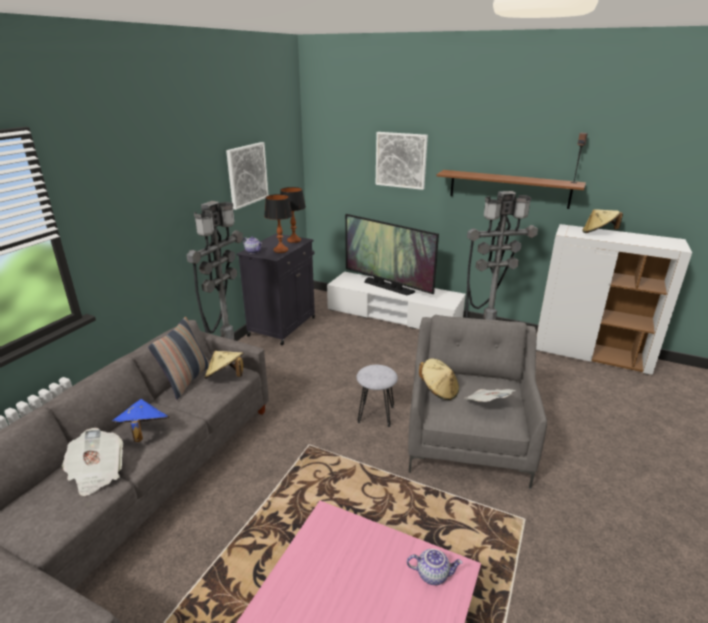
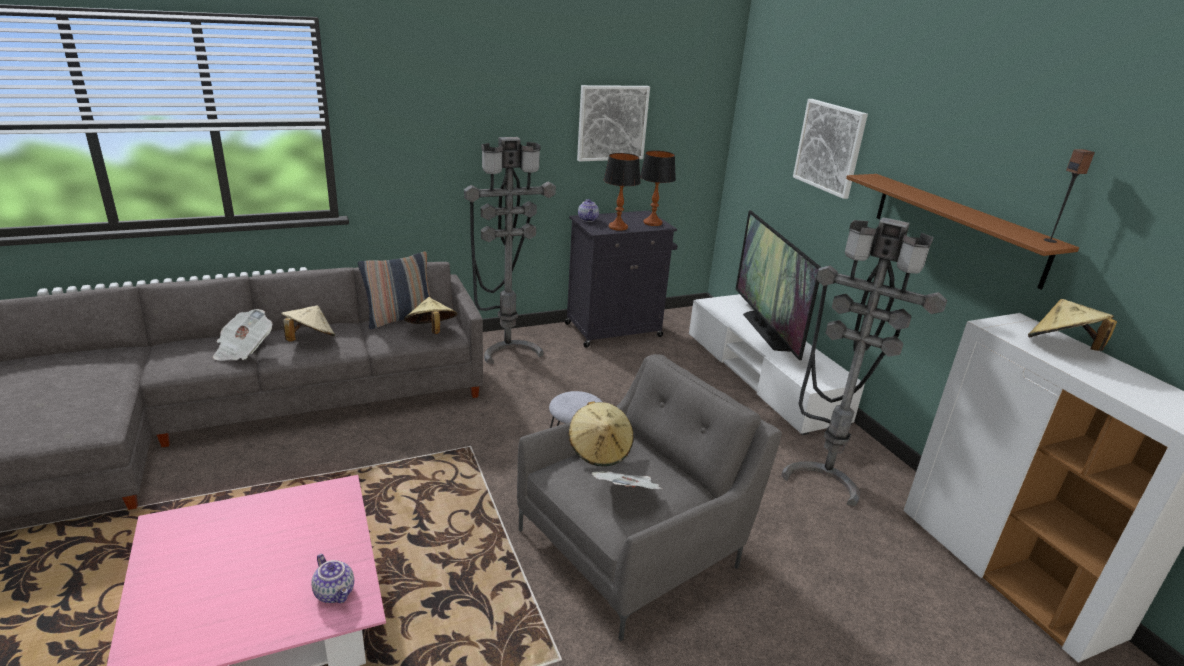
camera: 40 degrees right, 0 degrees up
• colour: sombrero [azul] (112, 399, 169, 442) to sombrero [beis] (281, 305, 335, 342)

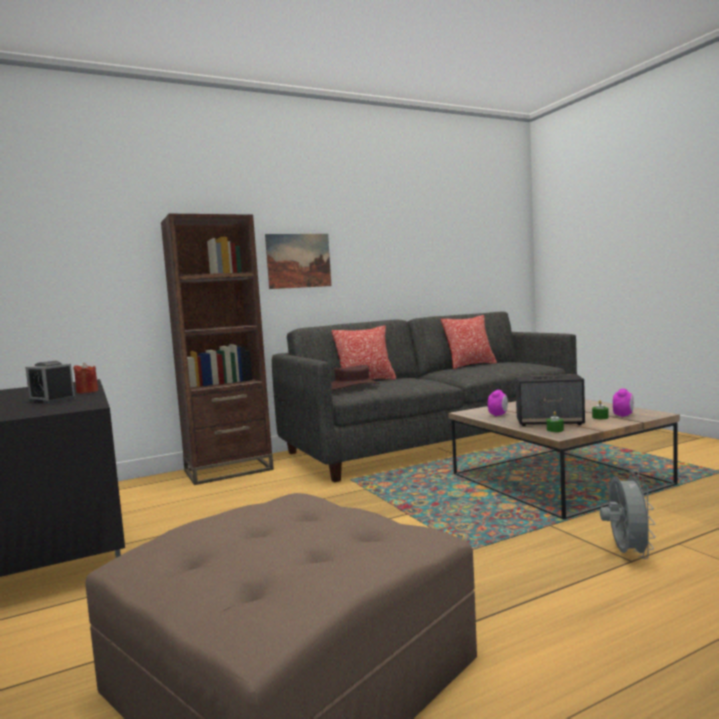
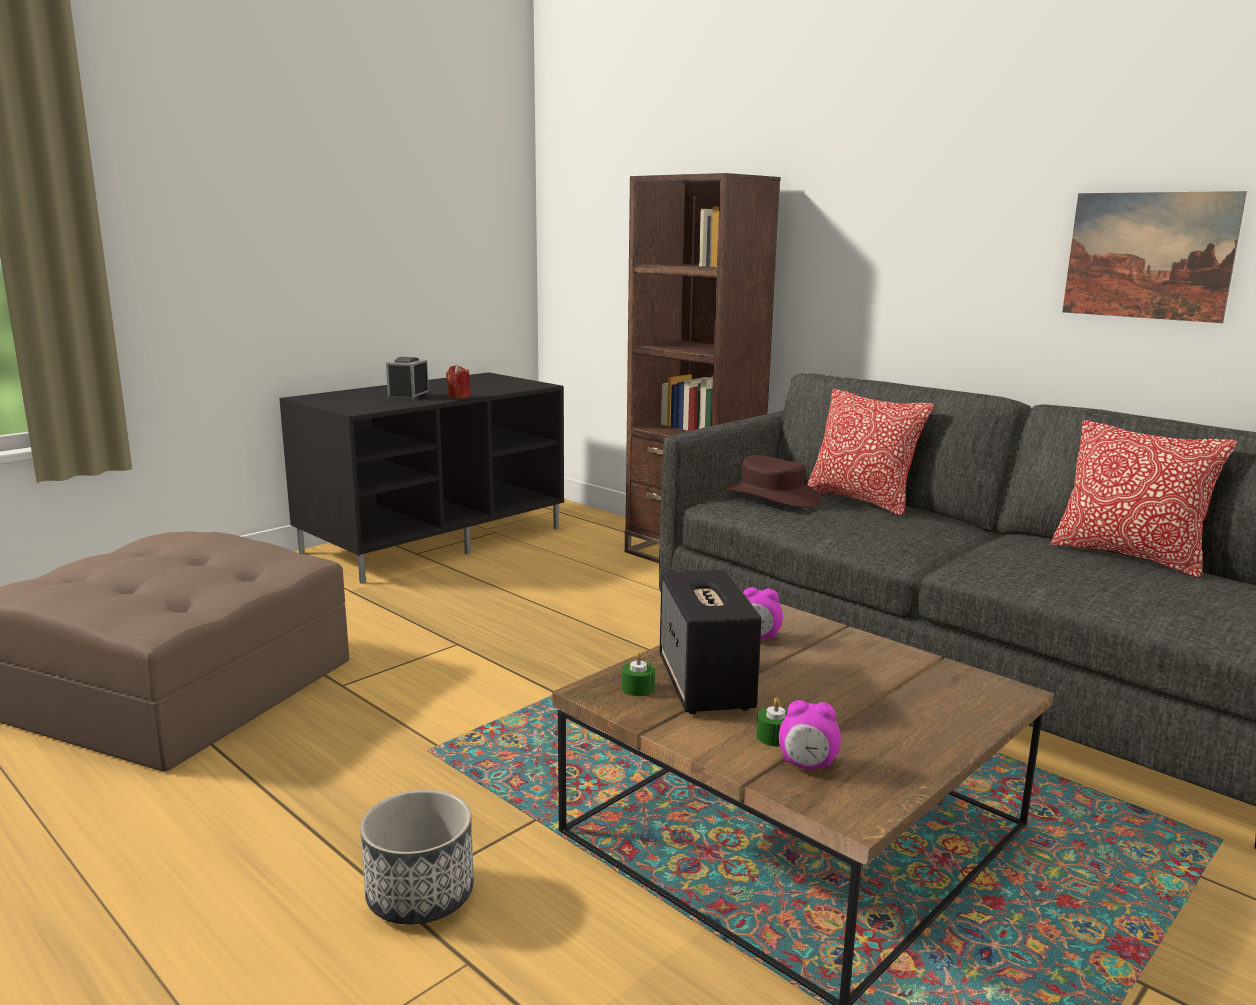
camera: 70 degrees right, 10 degrees up
• relocated: cuadro (265, 234, 332, 289) to (1062, 191, 1247, 323)
• exchanged: ventilador [gris] (600, 471, 656, 559) to maceta (360, 790, 474, 924)

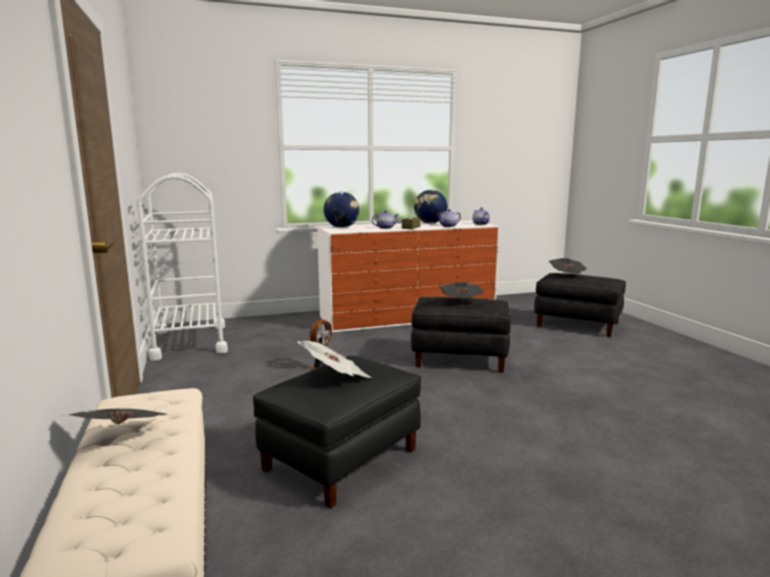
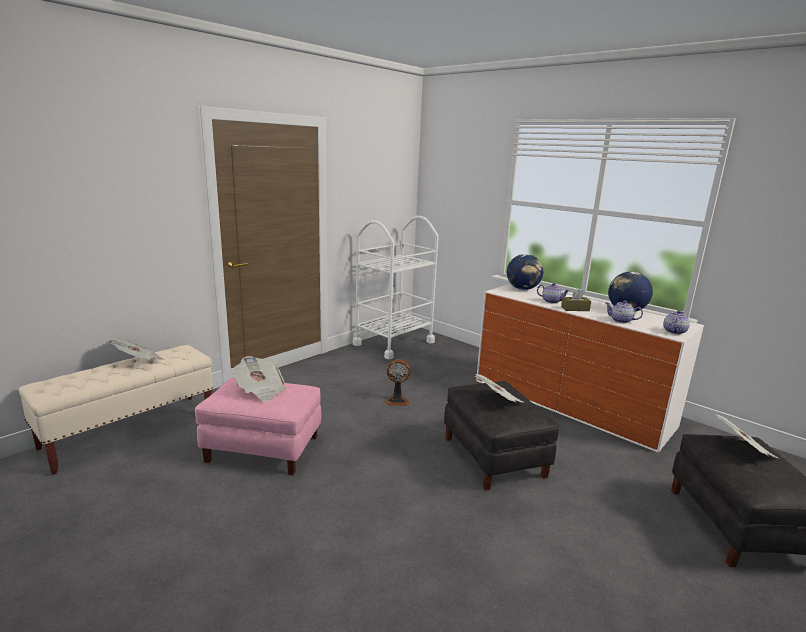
camera: 60 degrees right, 5 degrees up
• colour: puf [negro] (253, 356, 421, 508) to puf [rosa] (195, 377, 321, 475)

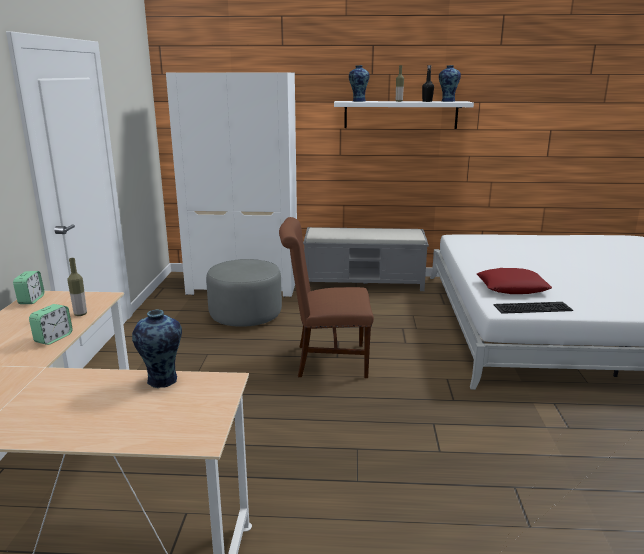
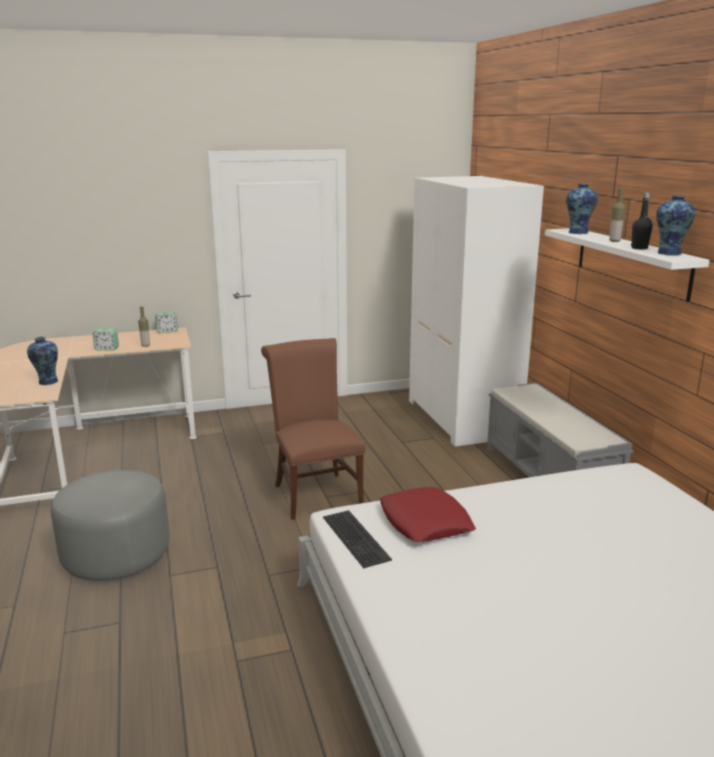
camera: 70 degrees right, 0 degrees up
• relocated: puf [gris] (206, 259, 282, 327) to (51, 469, 170, 581)

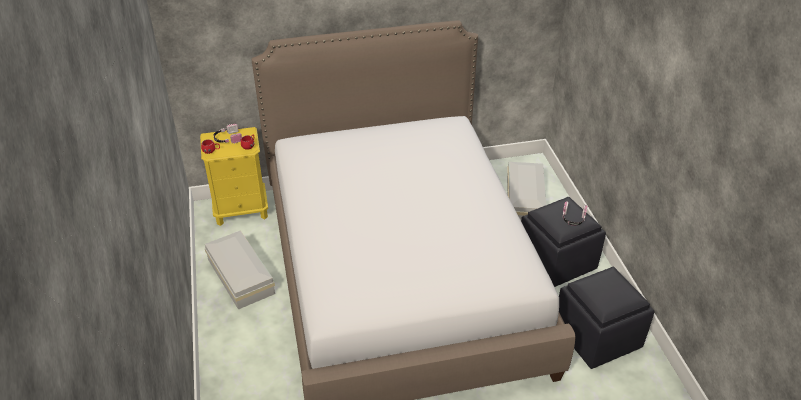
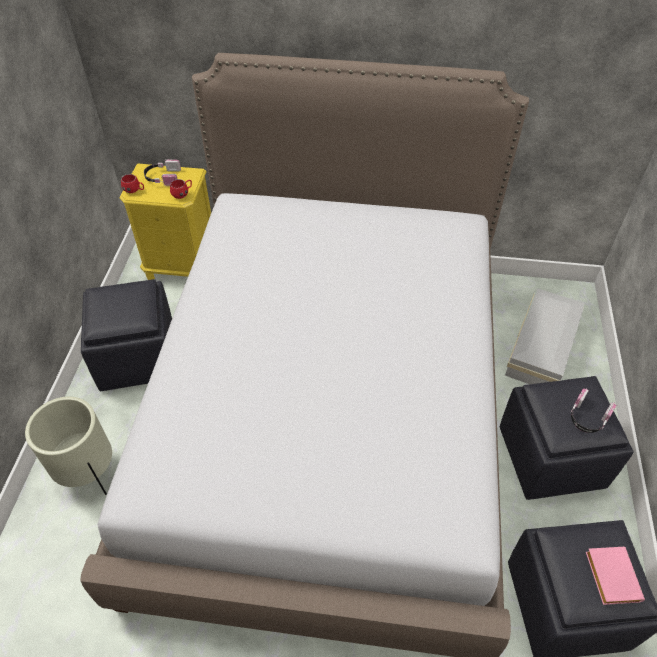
camera: 20 degrees right, 10 degrees up
• appeared: maceta [beis] (25, 397, 112, 495)
• appeared: libro [rosa] (586, 547, 645, 605)
• exchanged: caja de almacenaje [blanco] (205, 230, 275, 310) to puf [negro] (81, 279, 172, 391)

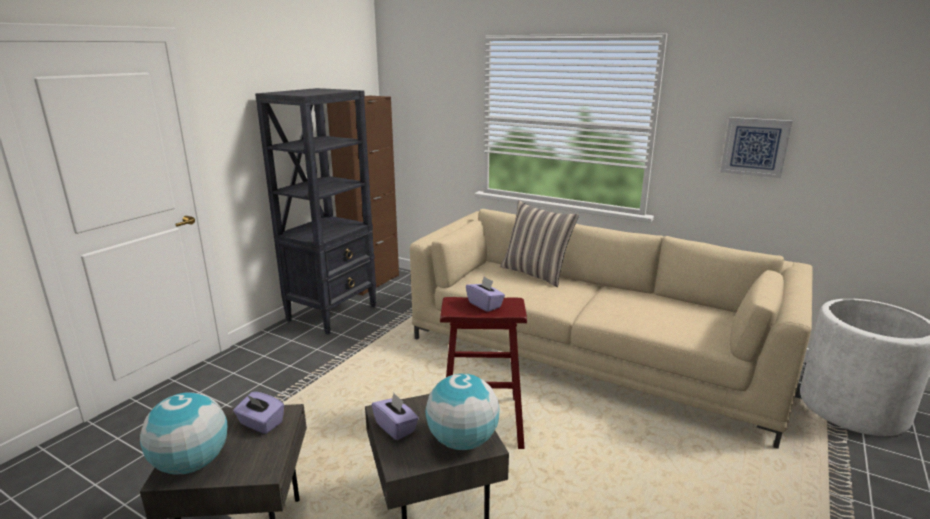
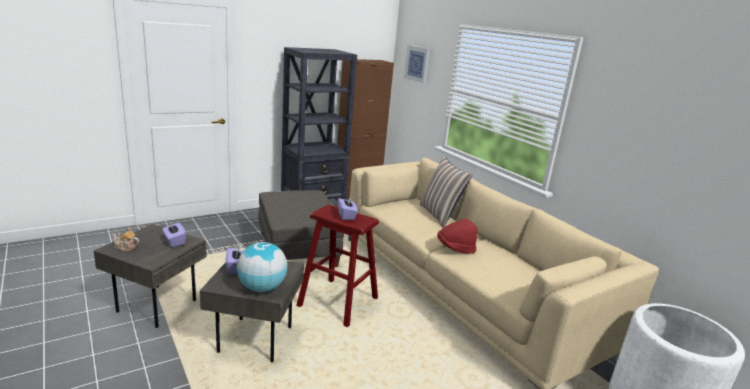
camera: 25 degrees right, 0 degrees up
• appeared: puf [gris] (259, 190, 344, 267)
• appeared: sombrero [rojo] (437, 219, 477, 254)
• relocated: cuadro (720, 117, 792, 178) to (404, 45, 430, 83)
• exchanged: globo terráqueo (140, 392, 227, 474) to tetera (112, 227, 139, 251)

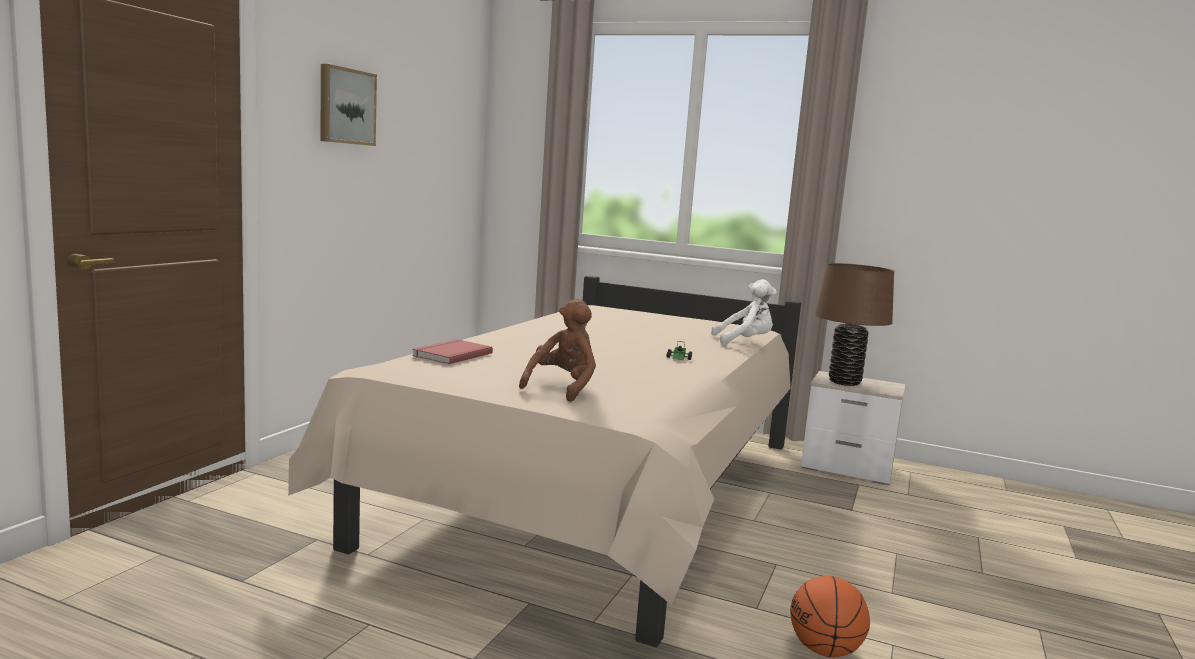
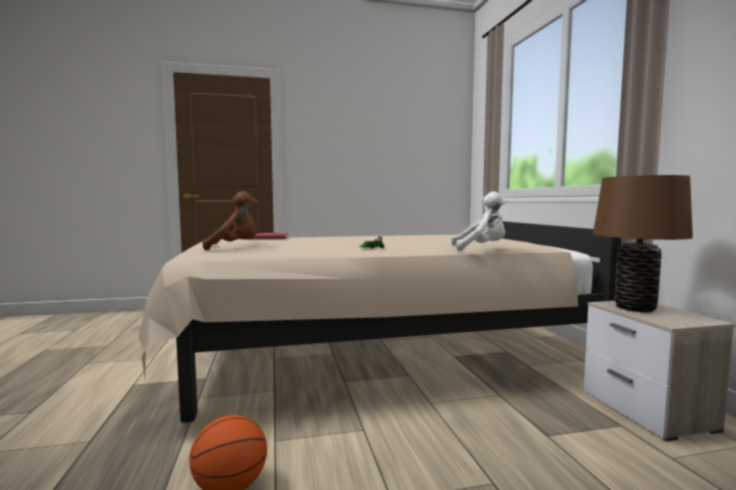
camera: 55 degrees right, 5 degrees down
• missing: cuadro (320, 64, 377, 146)
• spun: peluche [blanco] (711, 279, 777, 346) = (451, 191, 507, 251) 45 degrees counterclockwise

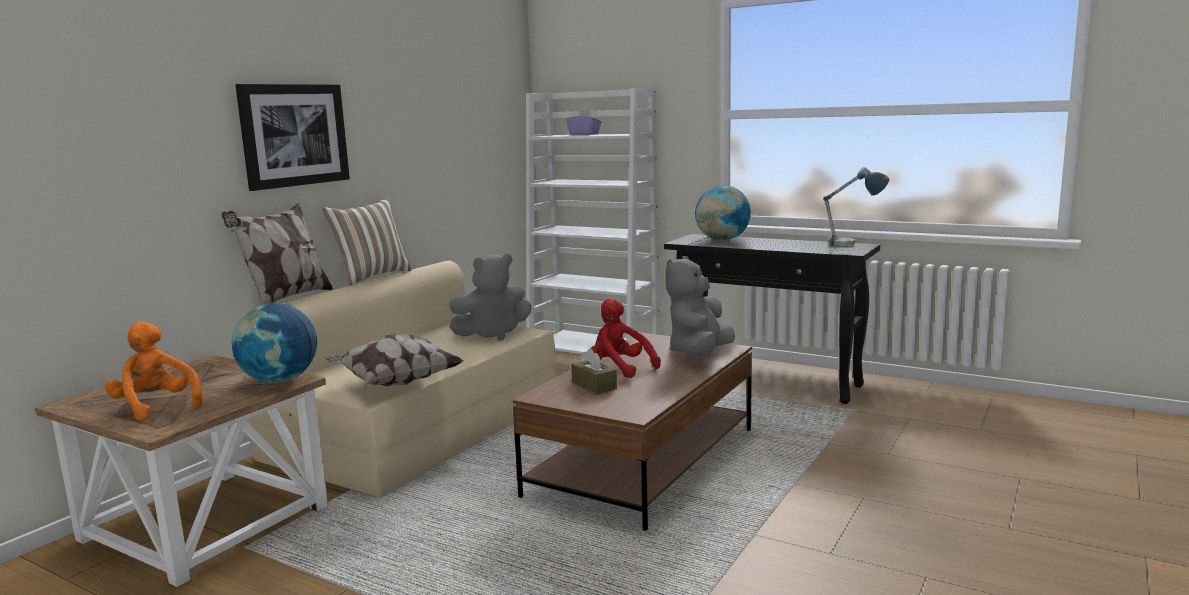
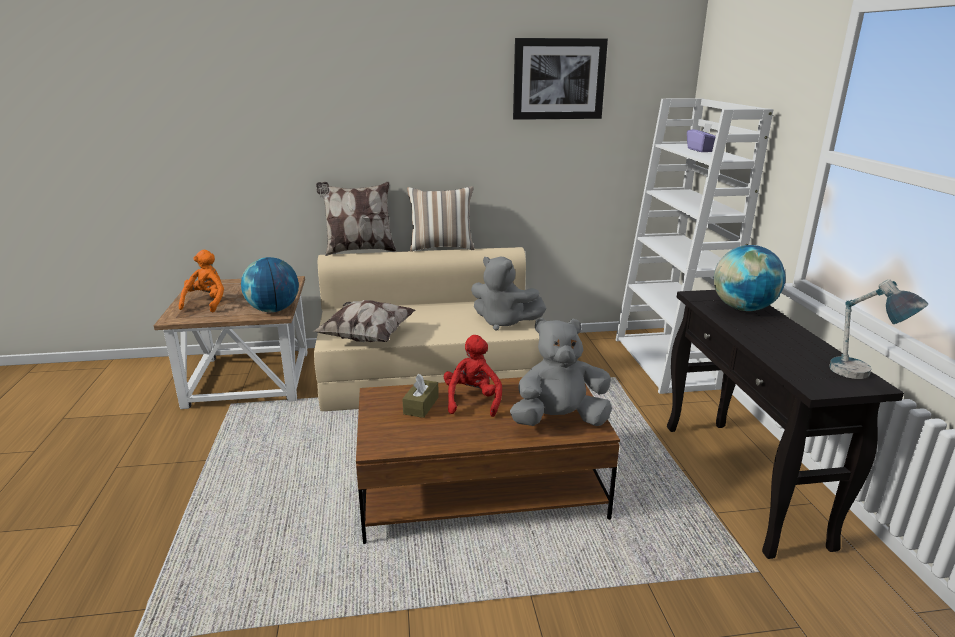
camera: 50 degrees right, 10 degrees up
• relocated: cuadro (235, 84, 350, 191) to (513, 38, 608, 120)

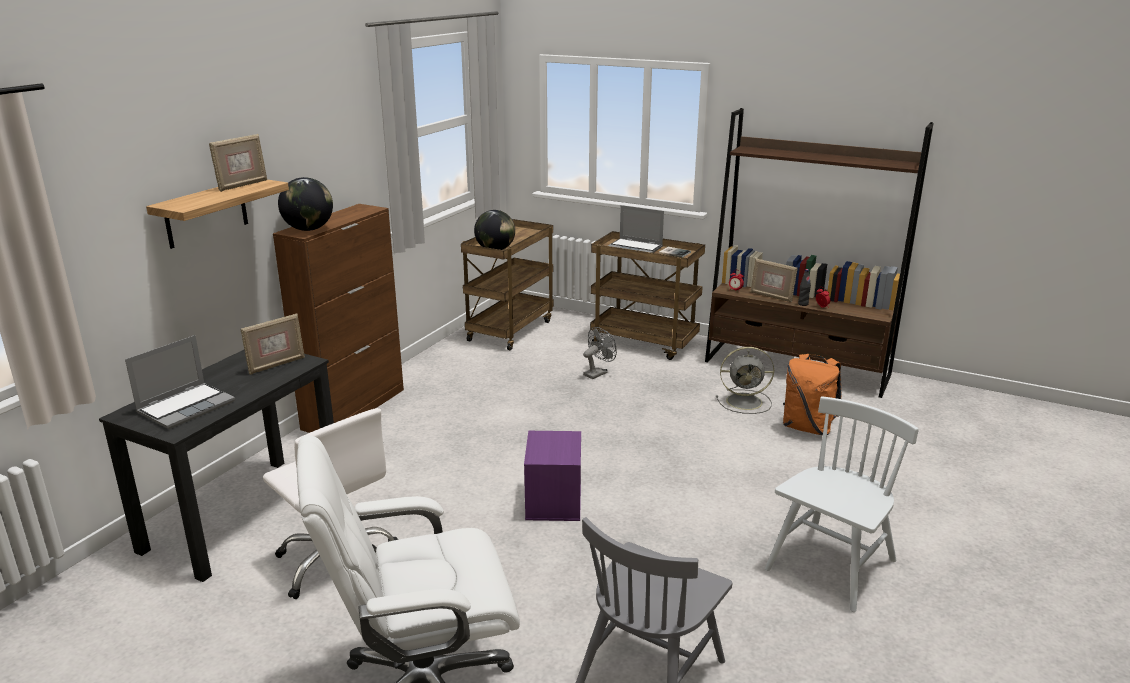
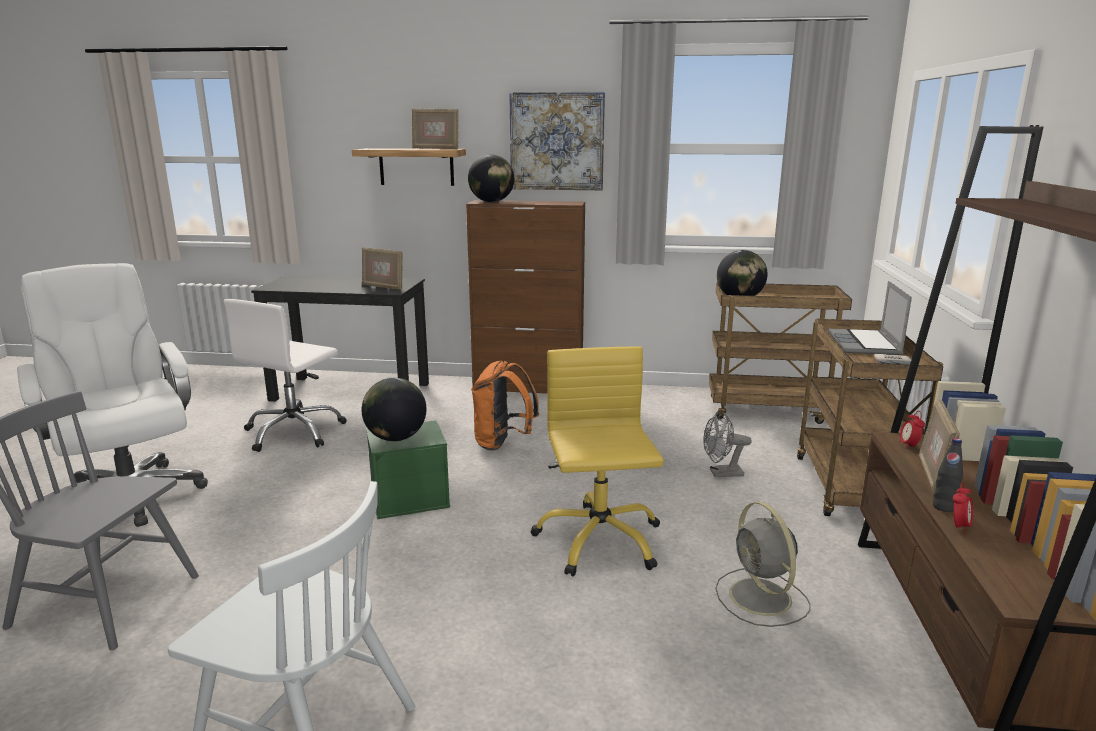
camera: 70 degrees right, 5 degrees down
• missing: portátil (125, 335, 235, 429)
• appeared: globo terráqueo (362, 378, 426, 441)
• appeared: cuadro (509, 92, 605, 190)
• appeared: silla de oficina [amarillo] (531, 347, 664, 577)
• relocated: mochila [naranja] (783, 354, 842, 435) to (471, 361, 539, 451)
• colour: caja de almacenaje [morado] (524, 431, 581, 521) to caja de almacenaje [verde] (366, 421, 450, 519)
• spun: ventilador [gris] (583, 327, 617, 379) = (703, 411, 752, 477) 150 degrees clockwise

